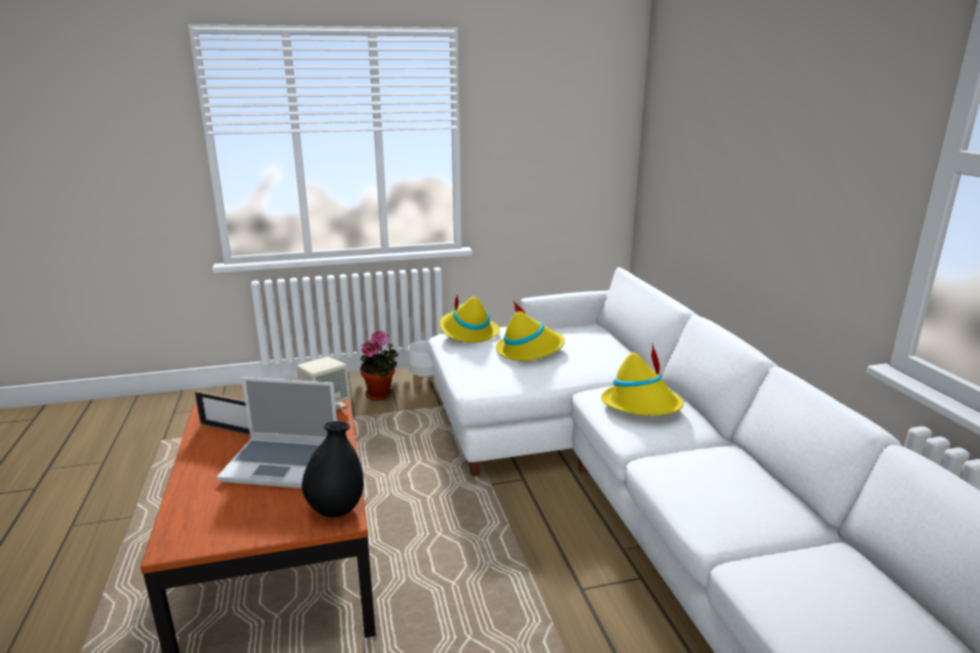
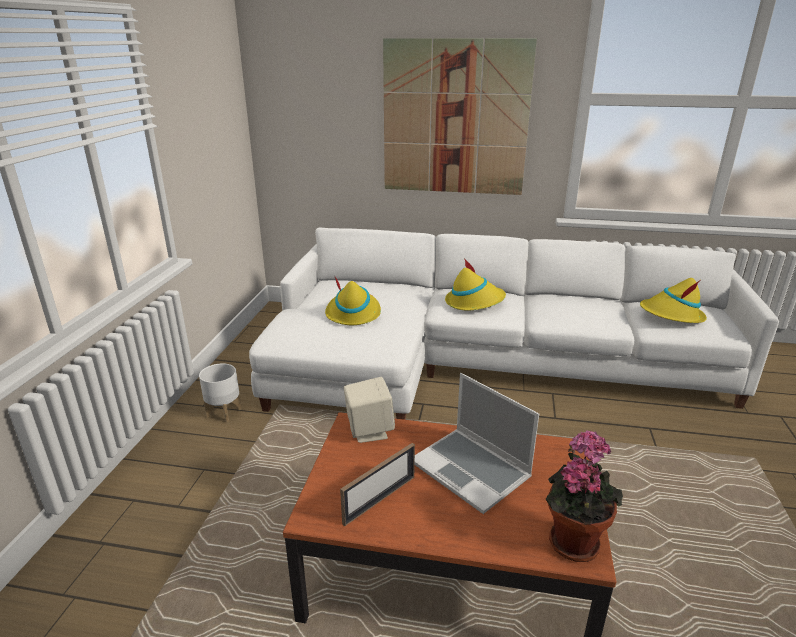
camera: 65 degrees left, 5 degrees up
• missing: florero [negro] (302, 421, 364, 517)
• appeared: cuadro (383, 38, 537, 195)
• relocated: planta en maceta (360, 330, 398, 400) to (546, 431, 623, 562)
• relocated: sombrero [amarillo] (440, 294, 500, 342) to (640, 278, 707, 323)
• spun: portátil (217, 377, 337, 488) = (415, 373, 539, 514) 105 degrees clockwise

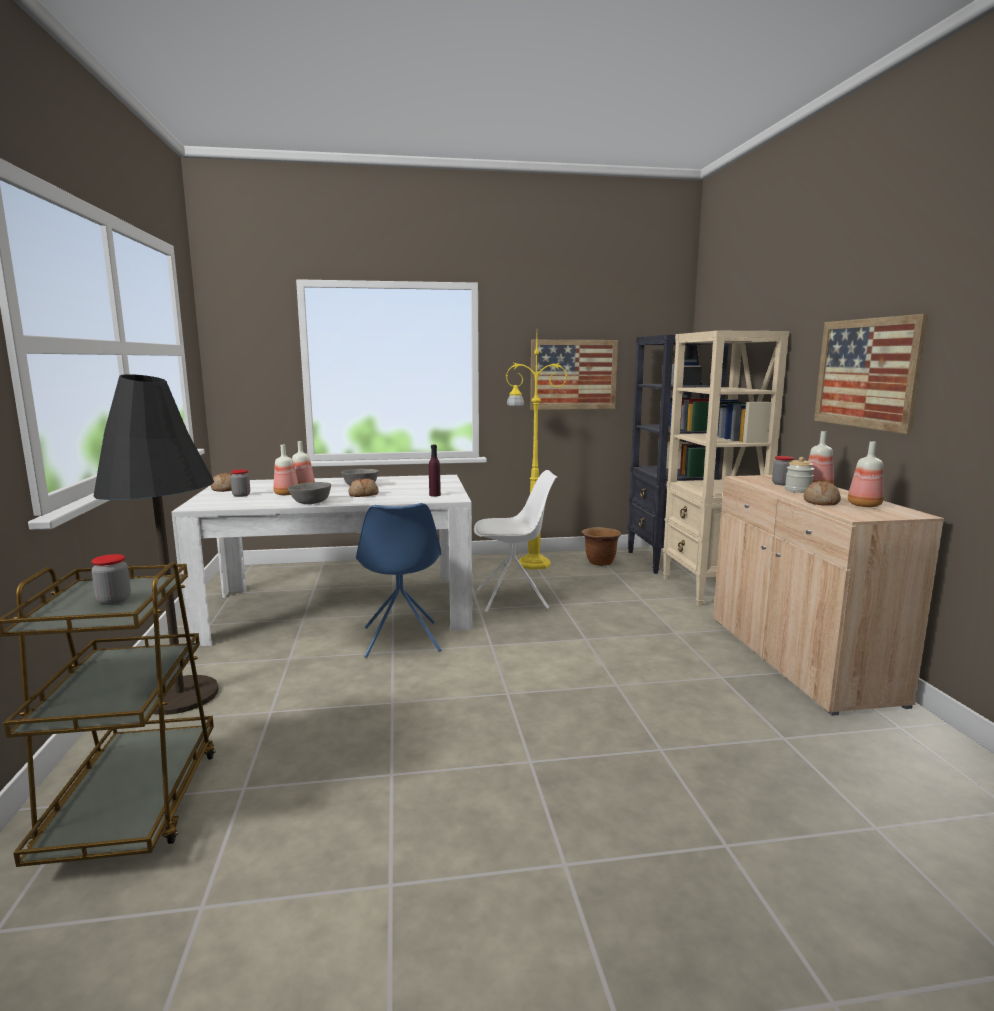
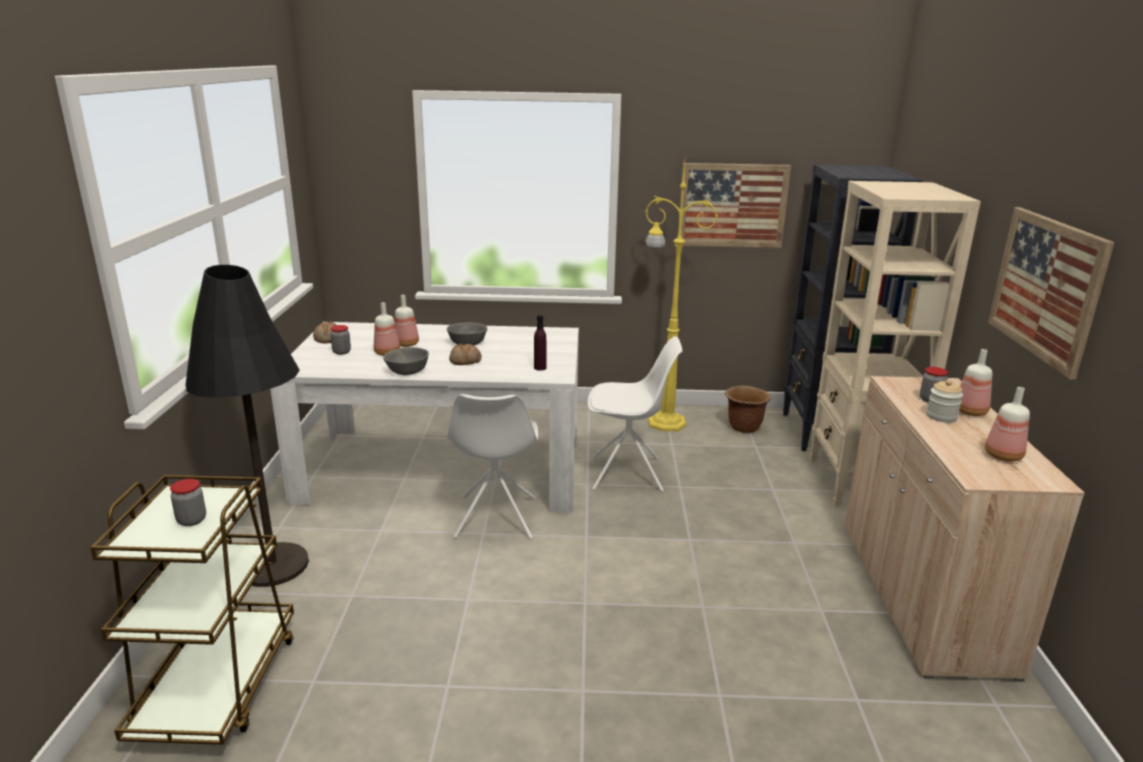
camera: 10 degrees right, 10 degrees up
• missing: pan (803, 481, 841, 506)
• colour: silla [azul] (356, 503, 441, 658) to silla [blanco] (448, 394, 538, 539)

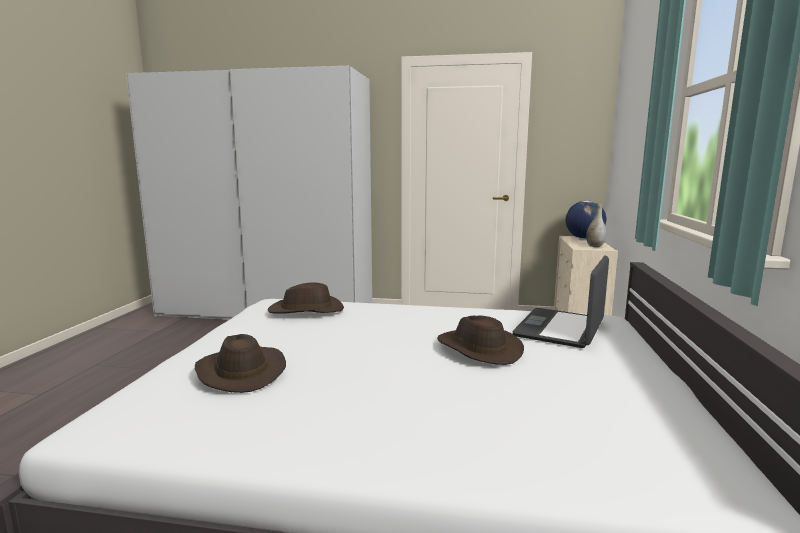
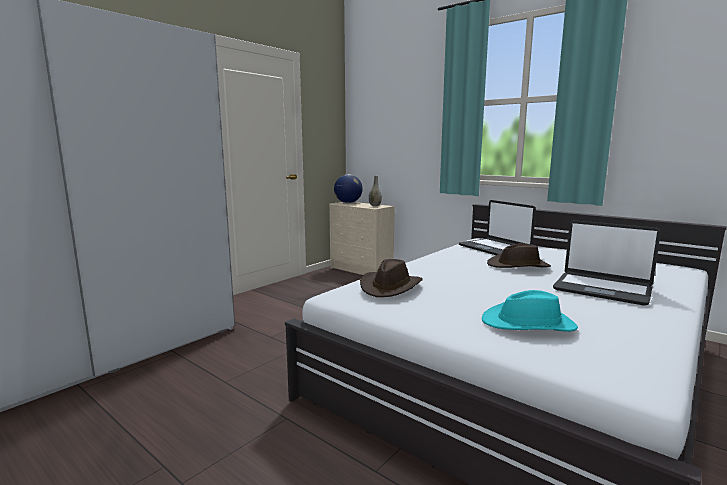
camera: 60 degrees left, 0 degrees up
• appeared: portátil (553, 220, 661, 306)
• colour: sombrero [marrón] (195, 334, 286, 393) to sombrero [turquesa] (482, 290, 578, 332)

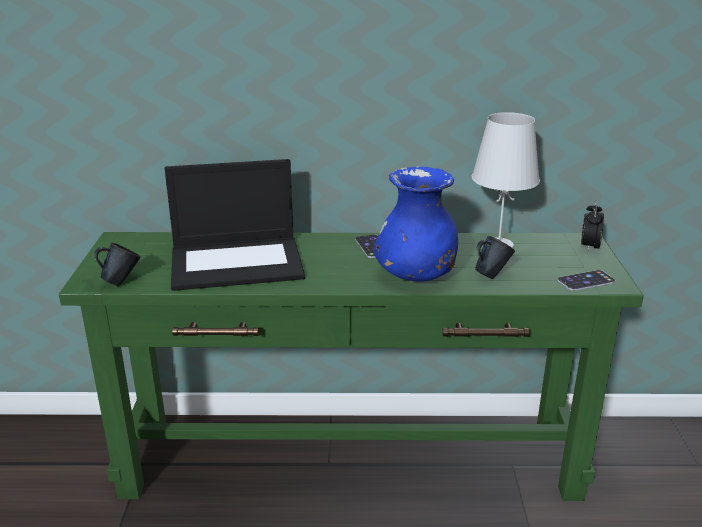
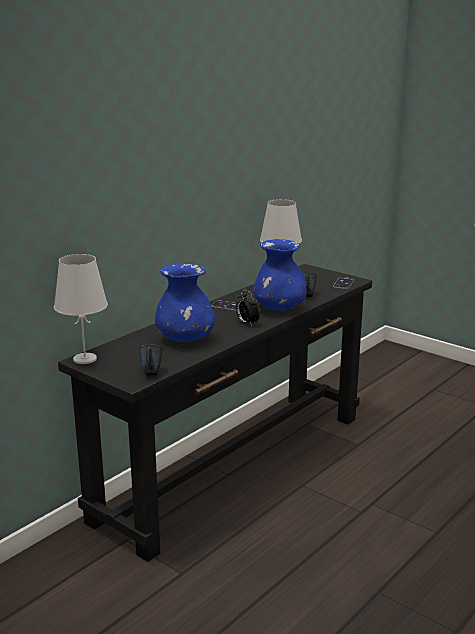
camera: 50 degrees left, 5 degrees down
• appeared: lámpara de mesa [blanco] (54, 254, 108, 364)
• relocated: despertador (581, 201, 604, 251) to (236, 290, 260, 326)
• exchanged: portátil (165, 159, 305, 291) to florero [azul] (155, 263, 215, 342)
• colour: mesa consola [verde] (59, 232, 644, 501) to mesa consola [negro] (58, 264, 372, 562)

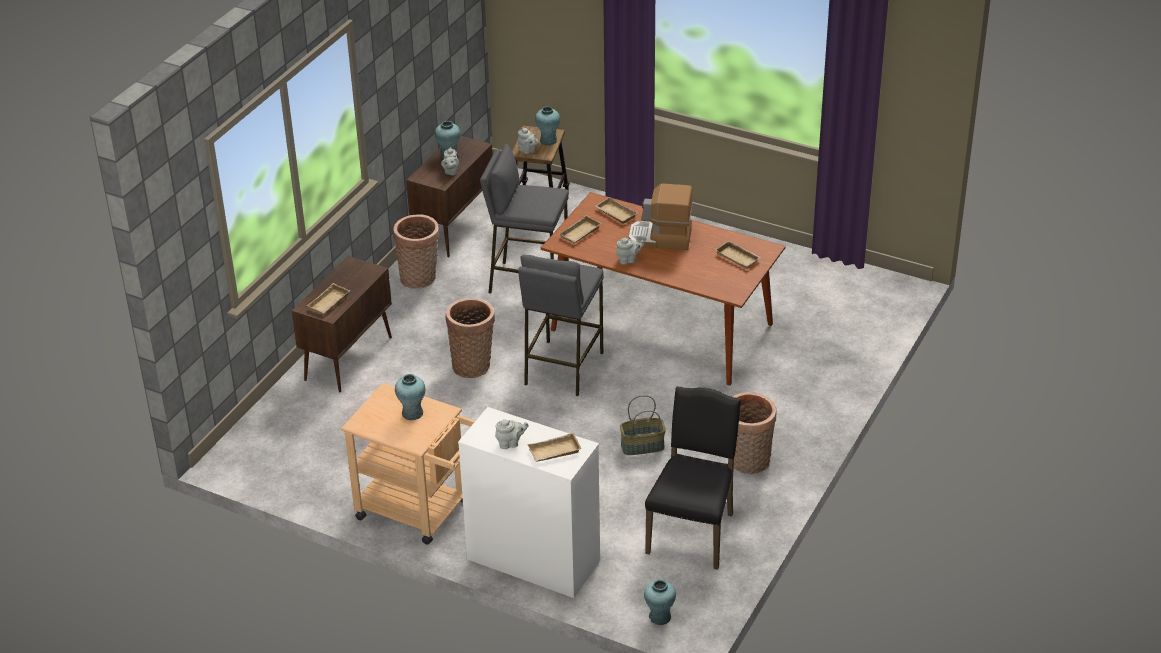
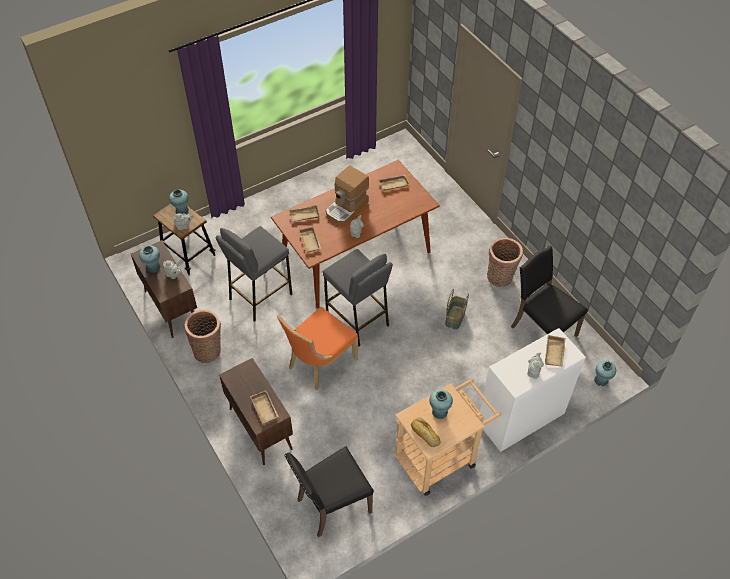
camera: 60 degrees left, 15 degrees up
• appeared: silla [negro] (284, 447, 374, 537)
• appeared: pan (411, 417, 441, 447)
• exchanged: cesta (445, 298, 495, 378) to silla [naranja] (277, 307, 359, 390)

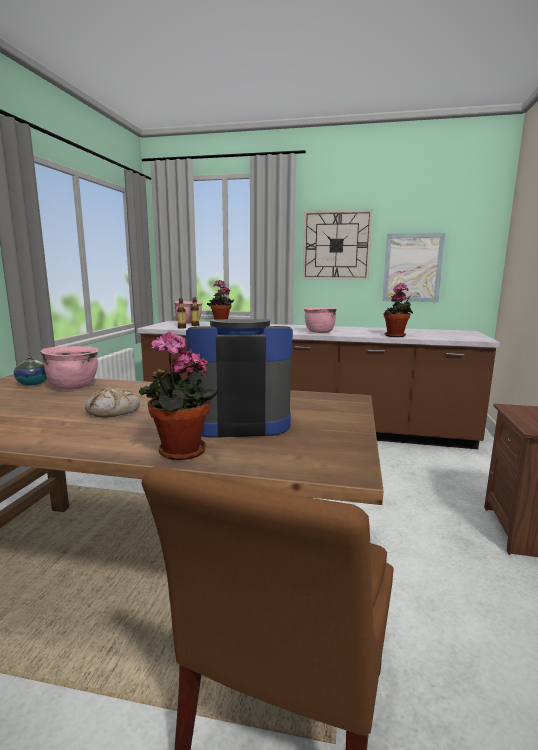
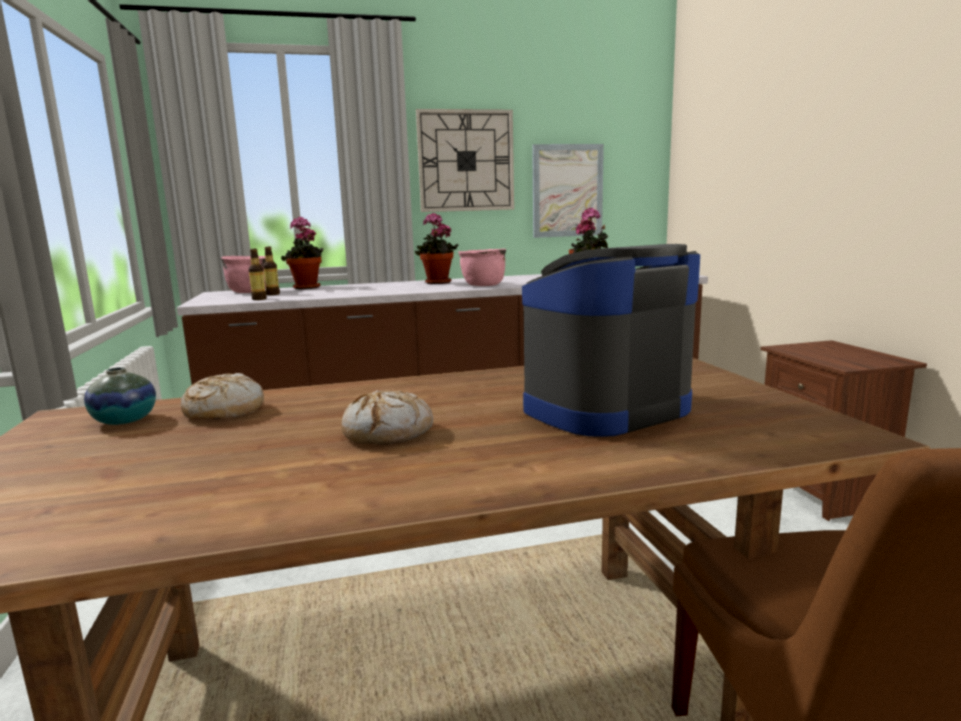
camera: 25 degrees left, 0 degrees up
• relocated: planta en maceta (139, 331, 218, 460) to (415, 213, 458, 284)
• exchanged: olla [rosa] (40, 346, 99, 390) to pan (181, 373, 264, 419)

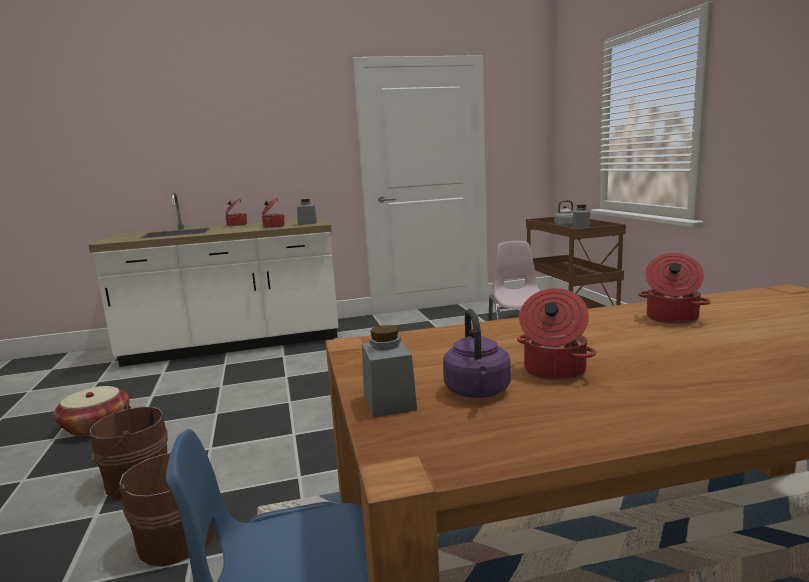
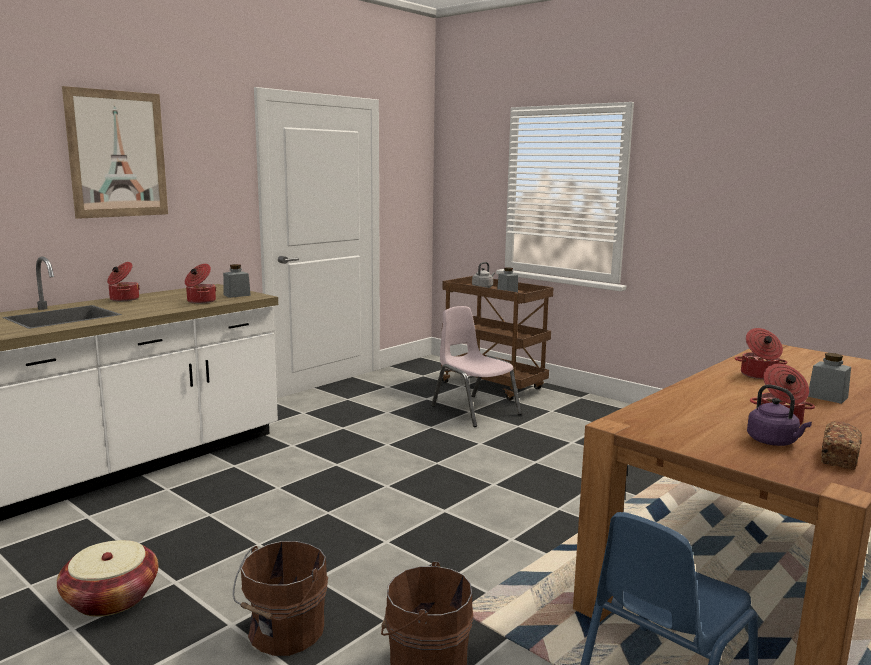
camera: 35 degrees left, 0 degrees up
• appeared: cuadro (62, 86, 168, 219)
• appeared: pan (821, 422, 862, 470)
• relocated: tarro [gris] (362, 325, 417, 418) to (808, 353, 851, 404)

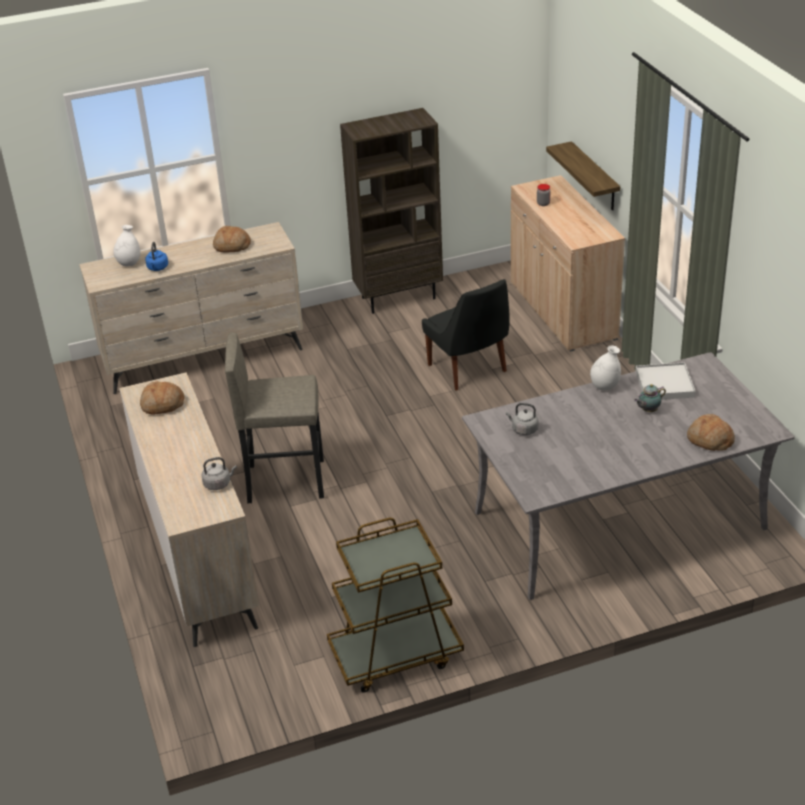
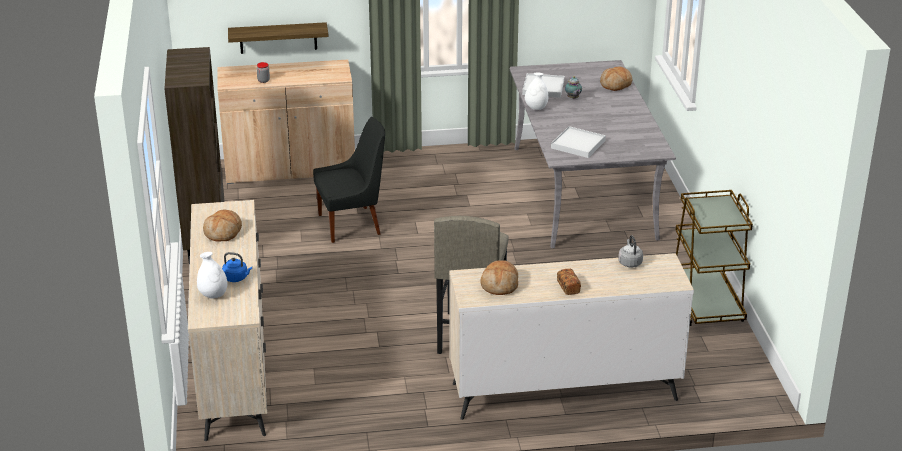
camera: 80 degrees left, 5 degrees down
• appeared: pan (557, 269, 581, 295)
• exchanged: hervidor [gris] (506, 403, 538, 435) to bandeja [blanco] (551, 126, 606, 158)

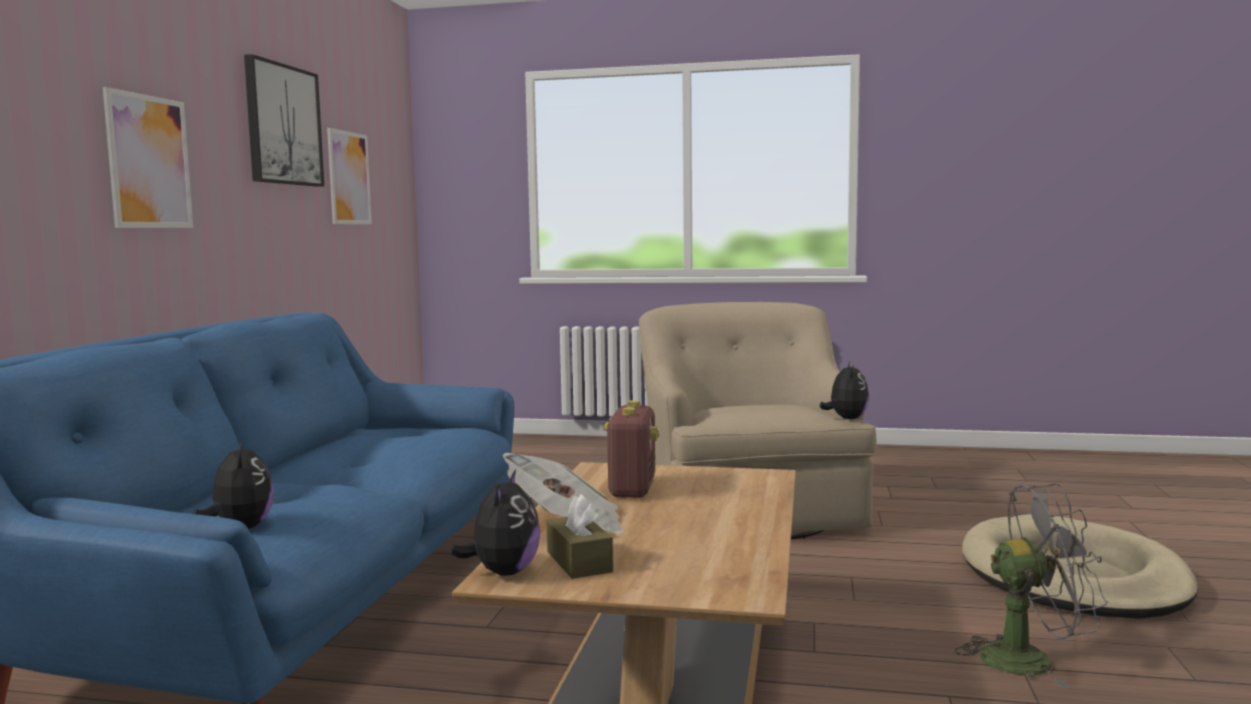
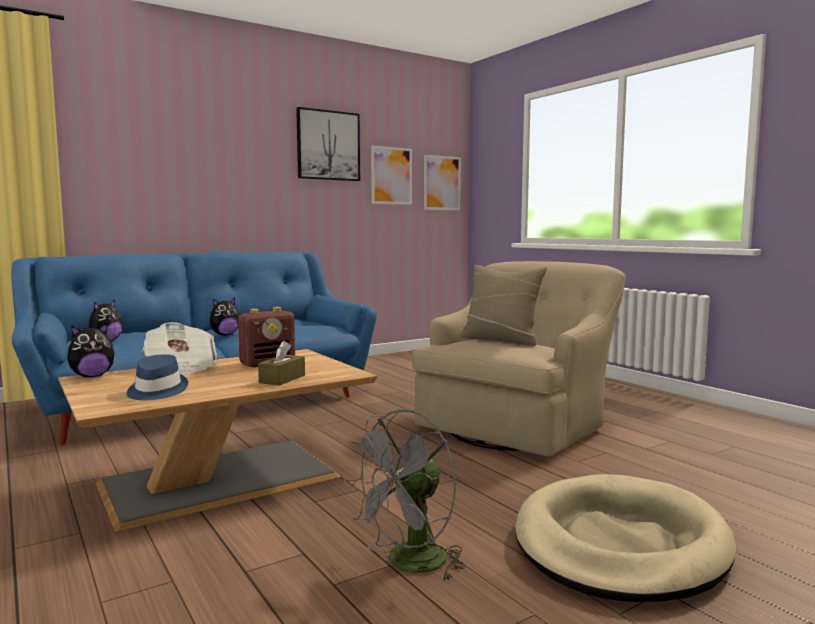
camera: 45 degrees right, 0 degrees up
• appeared: sombrero [azul] (127, 354, 188, 400)
• appeared: cojín [beis] (460, 265, 547, 346)
• relocated: cuadro (103, 87, 193, 228) to (424, 155, 461, 210)
• relocated: caja de pañuelos [marrón] (547, 494, 613, 579) to (258, 341, 305, 385)
• relocated: peluche (820, 361, 869, 419) to (210, 298, 239, 336)
• spun: ventilador [gris] (955, 483, 1108, 689) = (344, 409, 465, 582) 90 degrees clockwise

